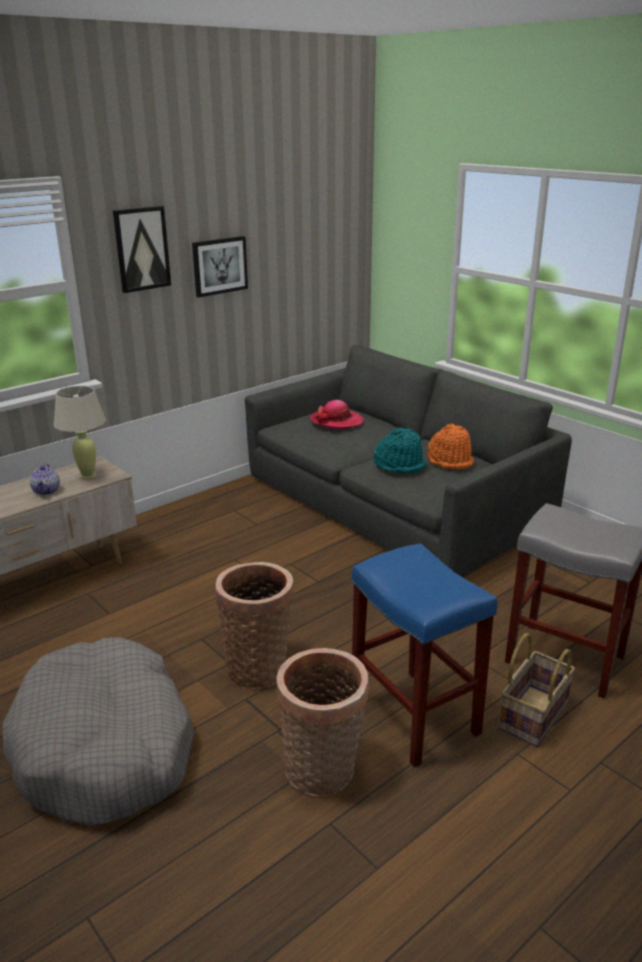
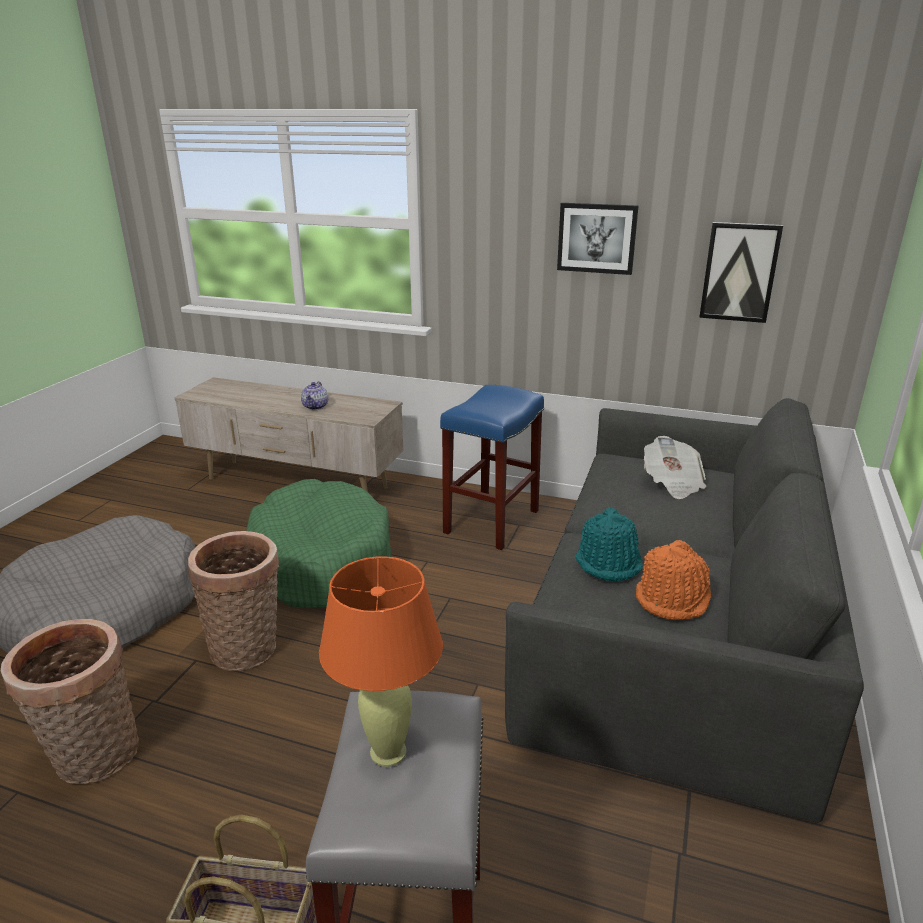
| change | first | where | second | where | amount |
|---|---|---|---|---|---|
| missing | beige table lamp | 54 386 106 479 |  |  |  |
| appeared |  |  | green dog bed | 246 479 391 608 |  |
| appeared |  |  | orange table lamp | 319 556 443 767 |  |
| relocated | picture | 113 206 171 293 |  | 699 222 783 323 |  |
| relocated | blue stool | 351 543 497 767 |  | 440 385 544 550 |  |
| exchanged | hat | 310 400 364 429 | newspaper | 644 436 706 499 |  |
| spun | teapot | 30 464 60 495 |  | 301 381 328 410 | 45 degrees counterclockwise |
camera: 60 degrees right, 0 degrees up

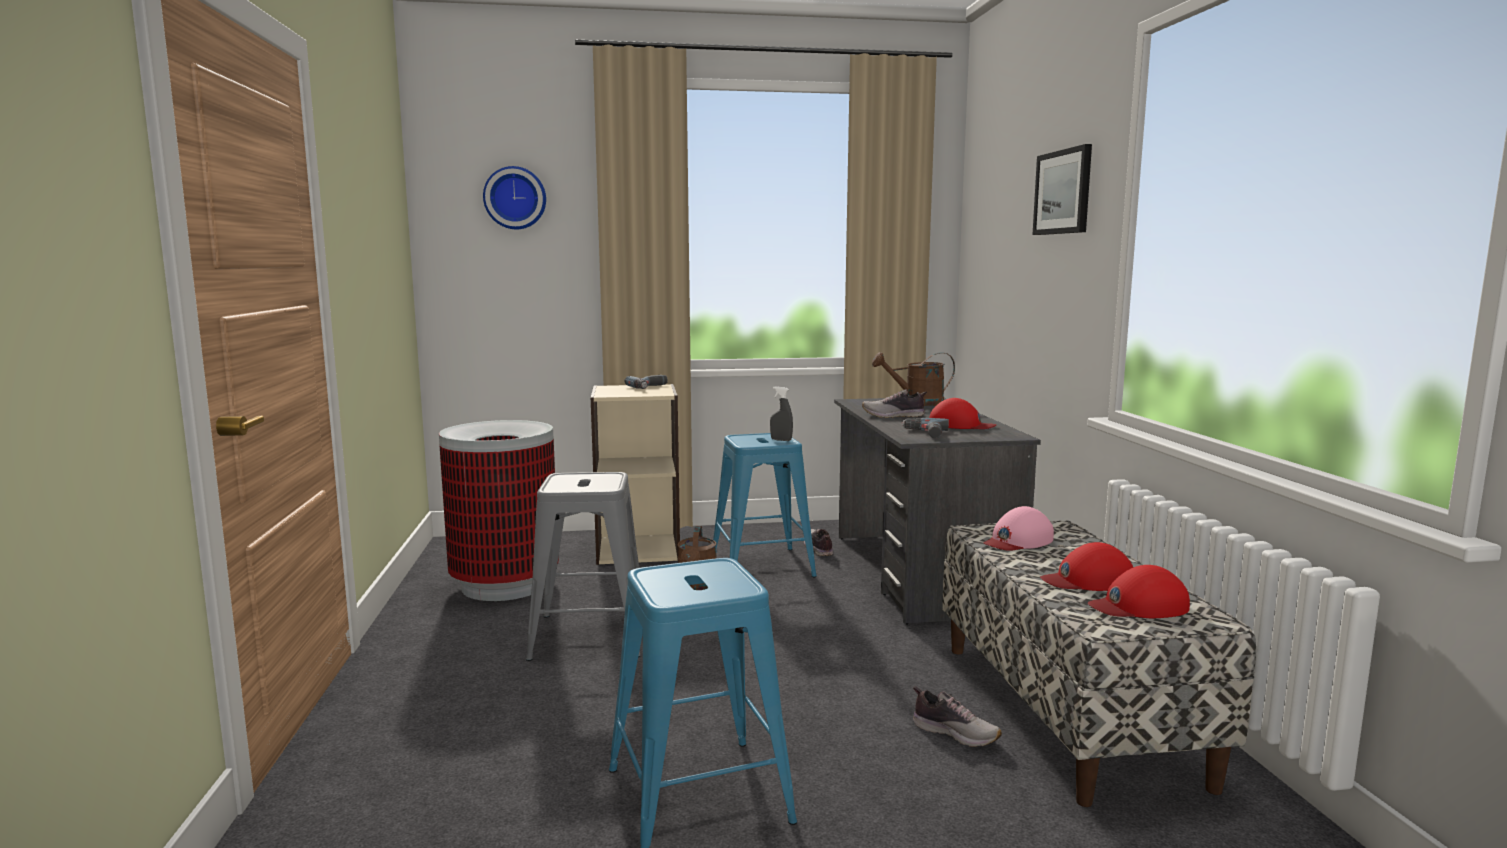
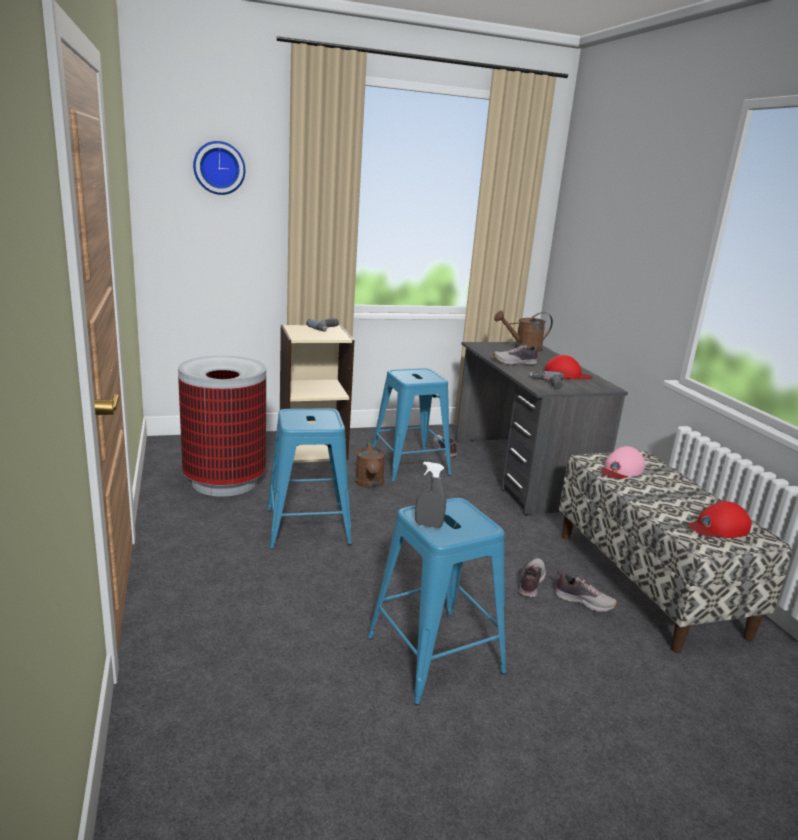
| change | first | where | second | where | amount |
|---|---|---|---|---|---|
| missing | picture | 1032 144 1092 235 |  |  |  |
| missing | red cap | 1040 542 1133 591 |  |  |  |
| appeared |  |  | shoe | 519 558 546 597 |  |
| relocated | grey spray bottle | 770 386 793 441 |  | 415 462 446 528 |  |
| colour | grey stool | 526 472 641 661 | blue stool | 267 409 352 549 |  |
camera: 10 degrees left, 10 degrees up

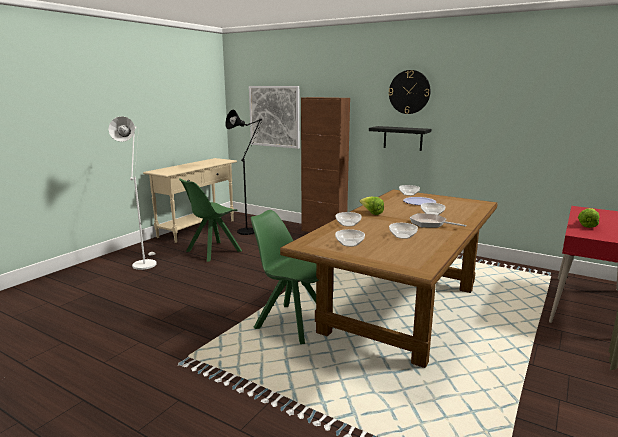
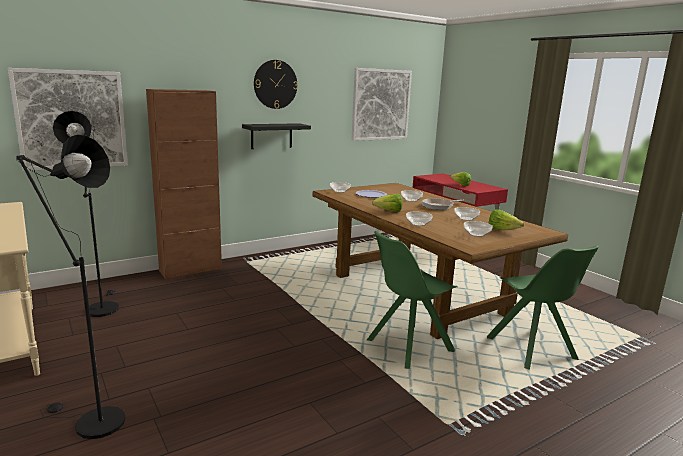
| change | first | where | second | where | amount |
|---|---|---|---|---|---|
| appeared |  |  | picture | 352 68 412 141 |  |
| appeared |  |  | lettuce | 489 209 524 230 |  |
| relocated | green chair | 179 178 242 262 |  | 487 245 599 370 |  |
| colour | white floor lamp | 108 116 157 270 | black floor lamp | 16 135 126 439 |  |
camera: 65 degrees left, 0 degrees up

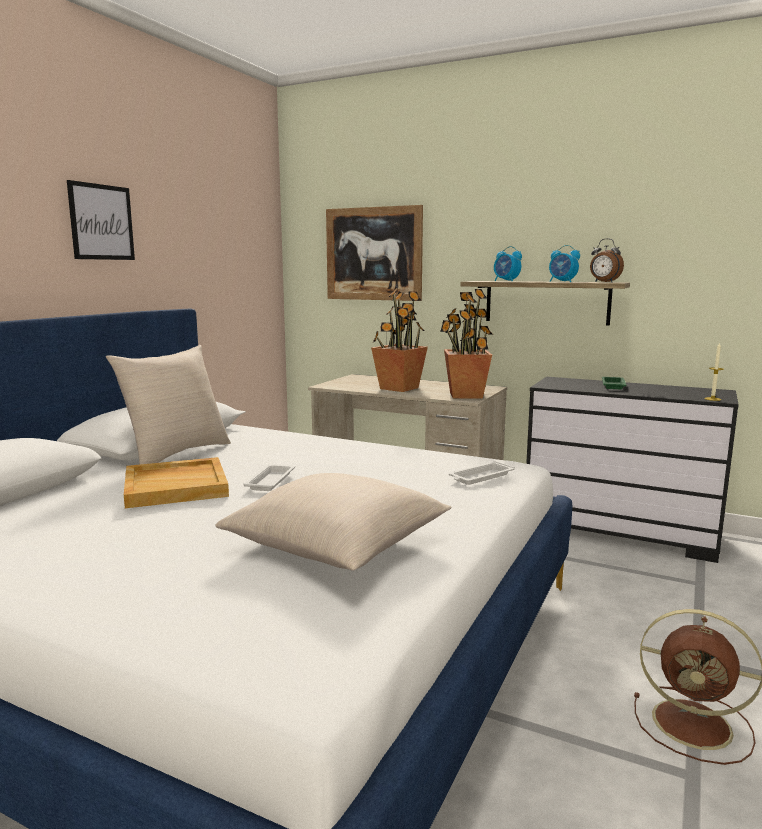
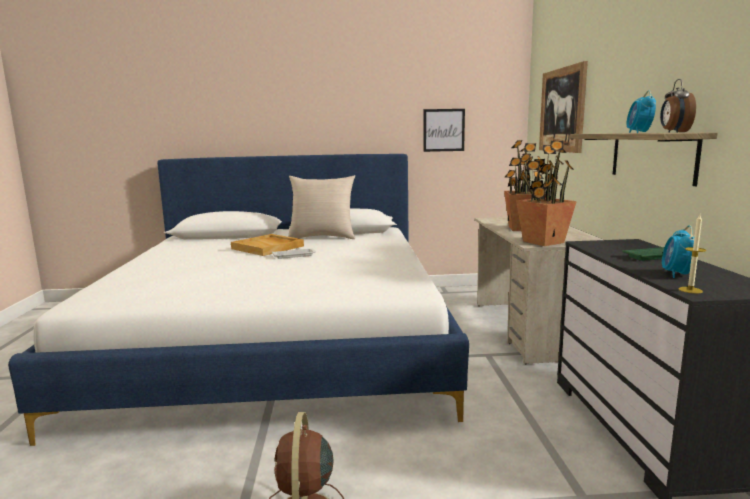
| change | first | where | second | where | amount |
|---|---|---|---|---|---|
| missing | beige pillow | 215 473 451 571 |  |  |  |
| missing | white tray | 449 461 515 485 |  |  |  |
| relocated | picture | 67 180 135 260 |  | 423 109 465 152 |  |
| relocated | alarm clock | 494 246 522 281 |  | 662 225 694 278 |  |
camera: 60 degrees right, 0 degrees up

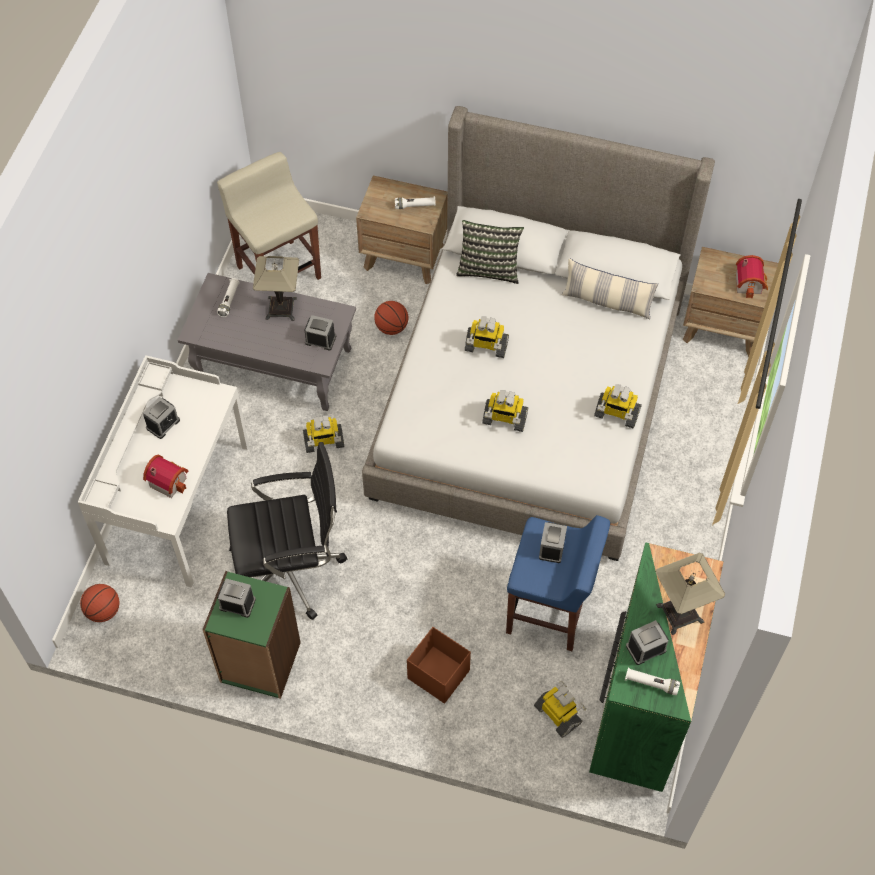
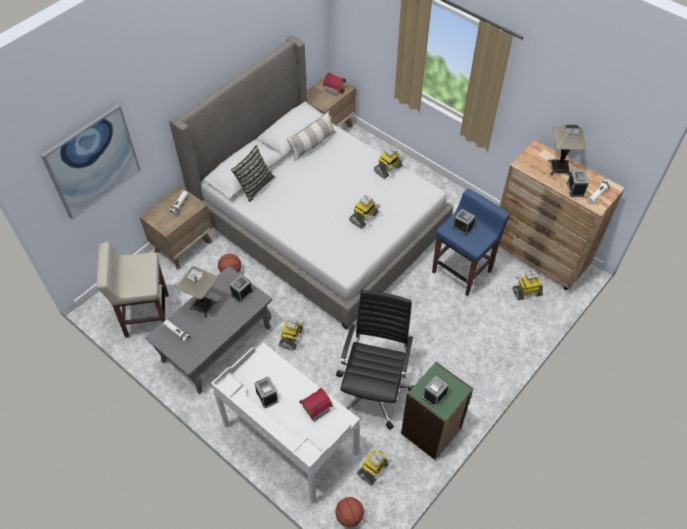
| change | first | where | second | where | amount |
|---|---|---|---|---|---|
| missing | brown storage box | 407 627 471 704 |  |  |  |
| appeared |  |  | picture | 41 104 141 220 |  |
| relocated | toy robot | 465 316 509 358 |  | 357 450 392 485 |  |
| colour | green dresser | 589 542 724 792 | brown dresser | 499 140 625 290 |  |
camera: 65 degrees left, 5 degrees down

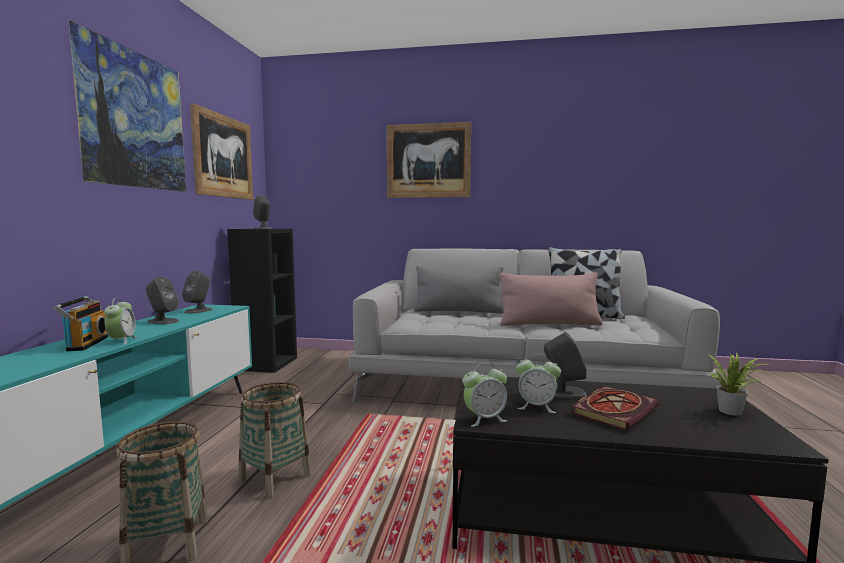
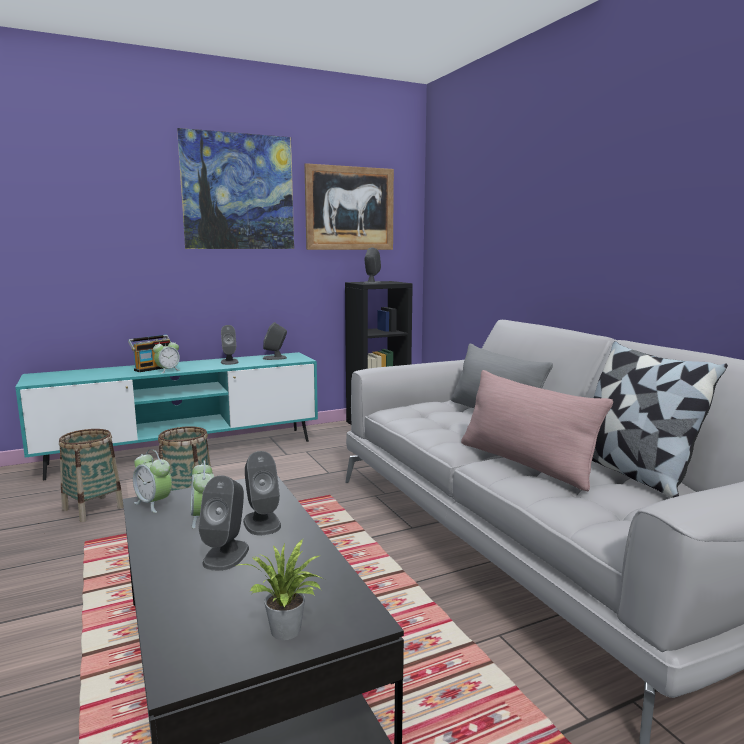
| change | first | where | second | where | amount |
|---|---|---|---|---|---|
| missing | picture | 387 122 471 198 |  |  |  |
| exchanged | book | 571 386 659 431 | grey speaker | 198 475 249 571 |  |
camera: 55 degrees right, 5 degrees up

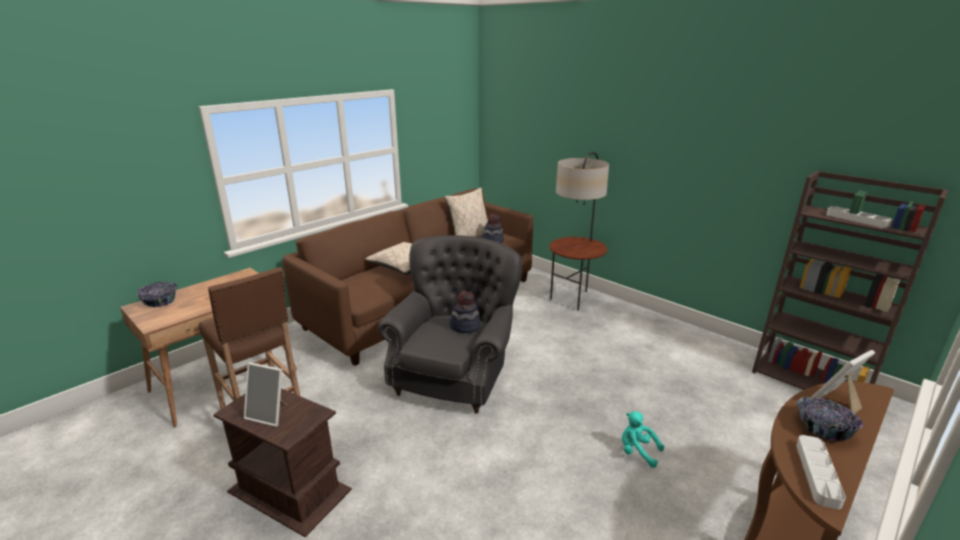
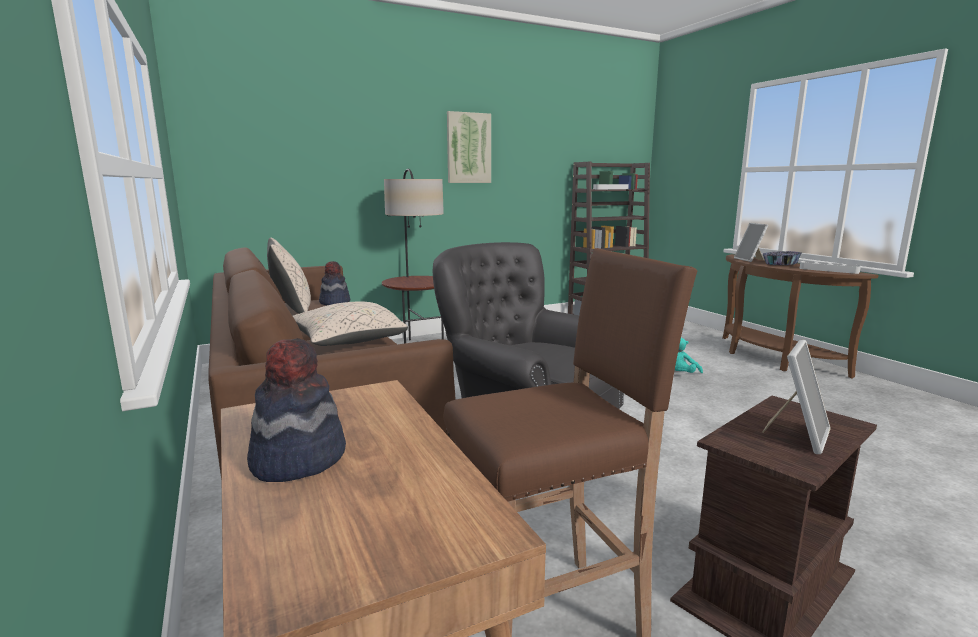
| change | first | where | second | where | amount |
|---|---|---|---|---|---|
| missing | bowl | 137 281 177 307 |  |  |  |
| appeared |  |  | picture | 447 111 491 183 |  |
| relocated | hat | 449 291 481 333 |  | 247 338 346 482 |  |
camera: 70 degrees left, 10 degrees down

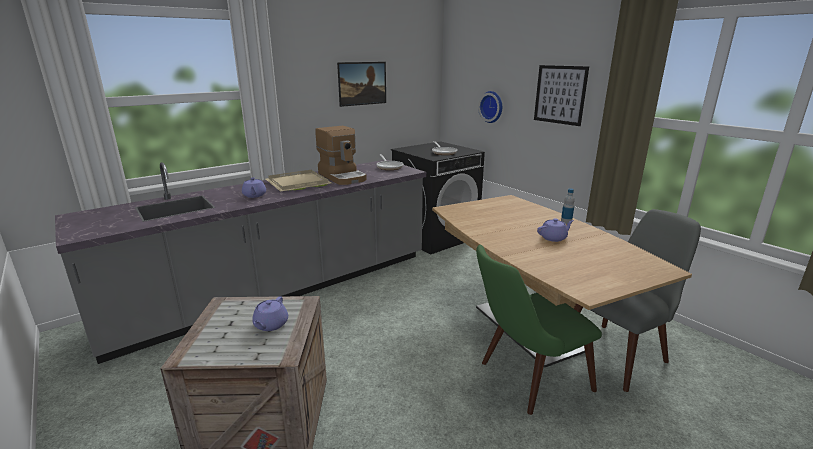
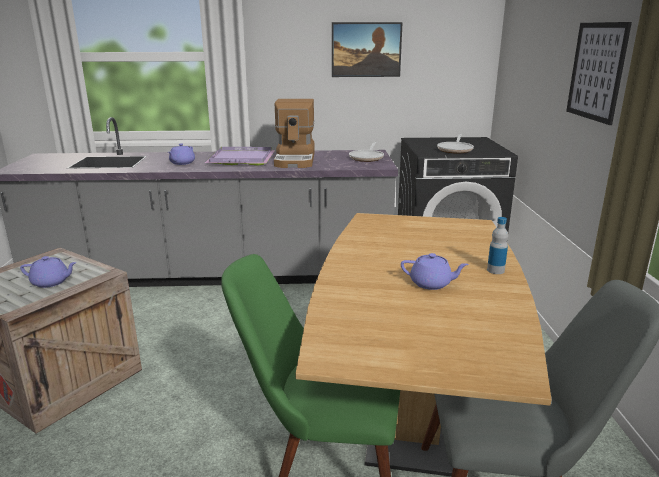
| change | first | where | second | where | amount |
|---|---|---|---|---|---|
| missing | wall clock | 478 91 502 123 |  |  |  |
| colour | beige tray | 266 170 331 192 | purple tray | 205 147 275 165 |  |
| spun | purple teapot | 252 296 288 331 |  | 20 256 77 288 | 135 degrees counterclockwise |
camera: 35 degrees right, 0 degrees up

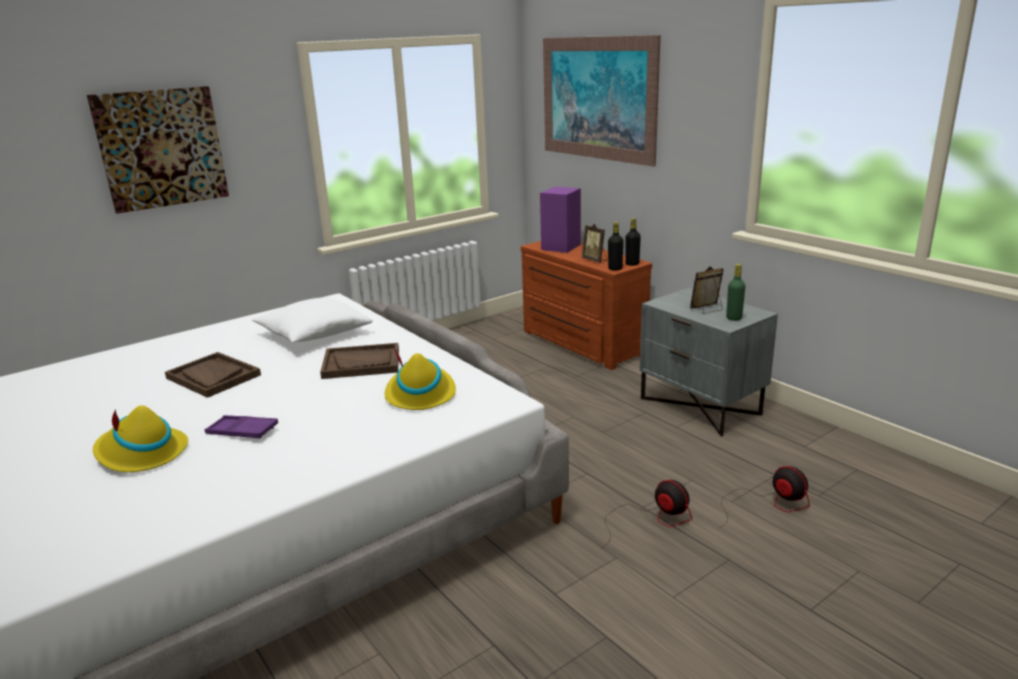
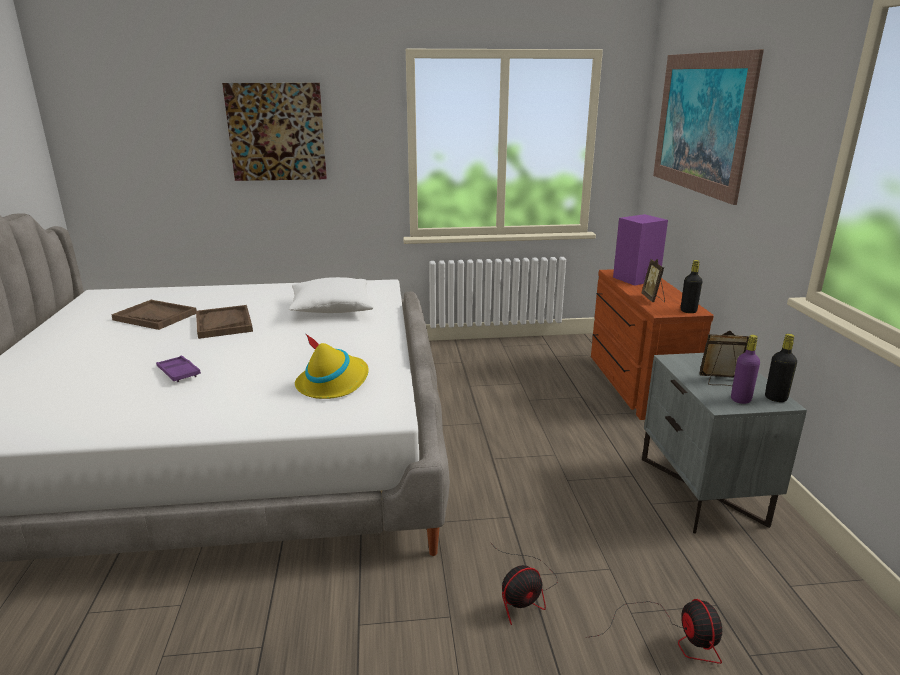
| change | first | where | second | where | amount |
|---|---|---|---|---|---|
| missing | yellow hat | 93 405 188 472 |  |  |  |
| relocated | brown tray | 320 343 399 379 |  | 111 300 197 330 |  |
| relocated | black bottle | 608 222 624 270 |  | 765 334 797 402 |  |
| colour | green bottle | 726 264 745 321 | purple bottle | 731 335 760 404 |  |
| spun | fan | 601 480 692 549 |  | 490 542 558 625 | 75 degrees clockwise |
camera: 30 degrees right, 0 degrees up

